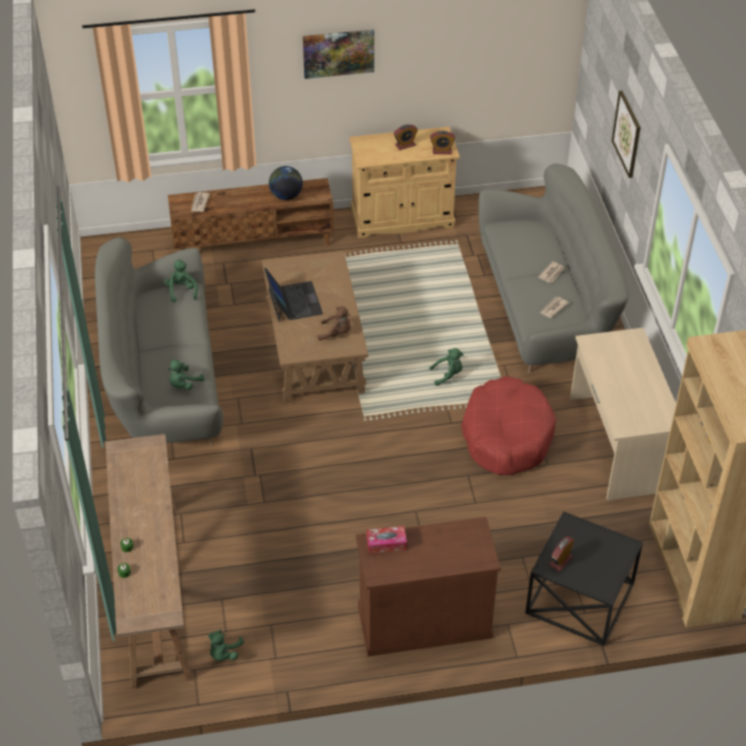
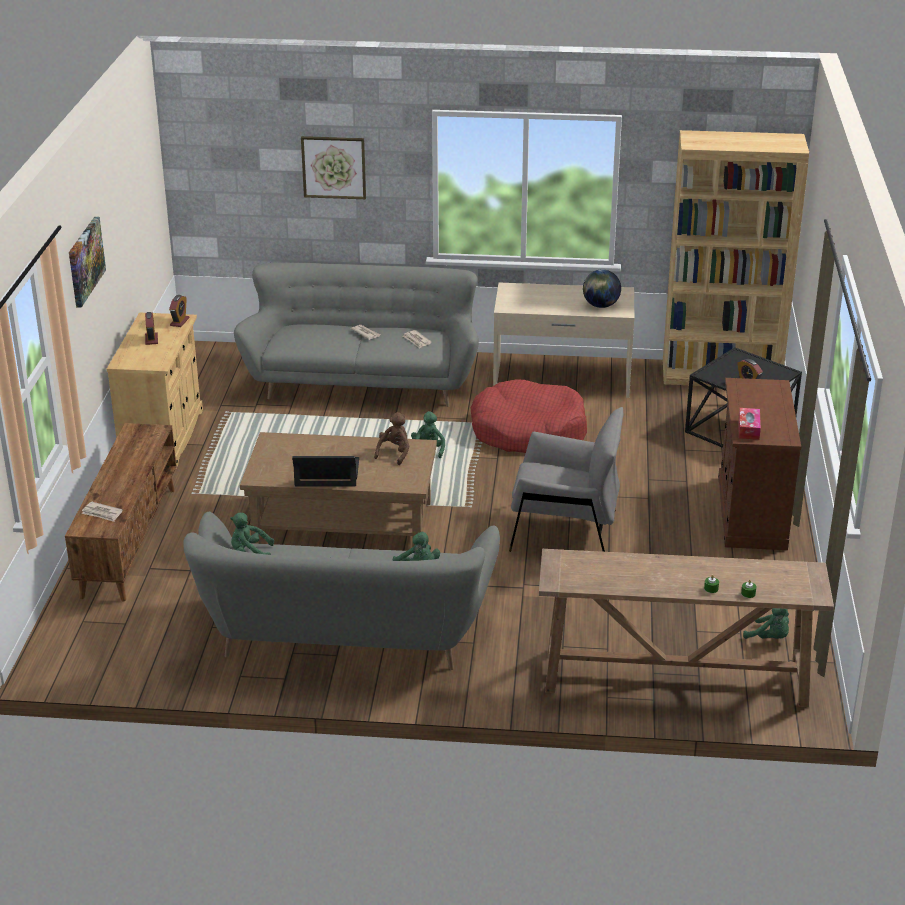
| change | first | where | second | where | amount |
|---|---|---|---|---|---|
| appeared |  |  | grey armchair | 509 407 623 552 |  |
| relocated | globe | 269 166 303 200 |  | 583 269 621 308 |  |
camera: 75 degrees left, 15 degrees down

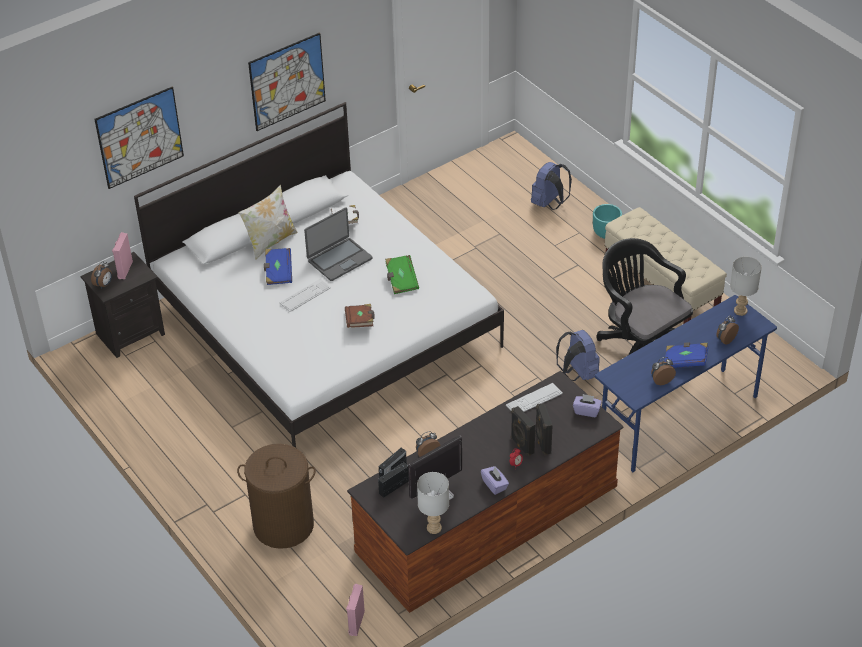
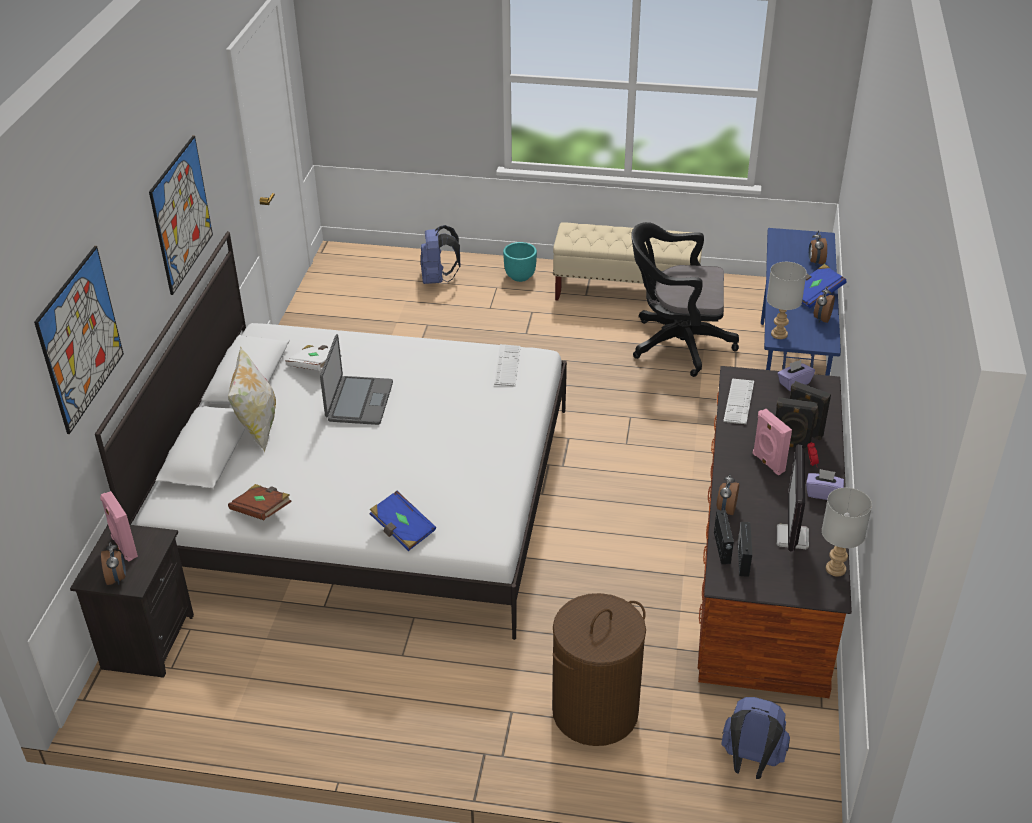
| change | first | where | second | where | amount |
|---|---|---|---|---|---|
| missing | green book | 385 255 419 294 |  |  |  |
| relocated | blue book | 264 248 292 285 |  | 369 491 436 551 |  |
| relocated | keyboard | 280 279 331 312 |  | 494 344 520 387 |  |
| relocated | brown book | 345 304 375 328 |  | 228 484 292 520 |  |
| relocated | pink speaker | 346 584 365 636 |  | 753 409 792 475 |  |
| relocated | blue backpack | 556 330 600 381 |  | 721 697 790 779 |  |
| relocated | grey table lamp | 730 257 762 316 |  | 767 262 807 339 |  |
camera: 45 degrees left, 5 degrees down

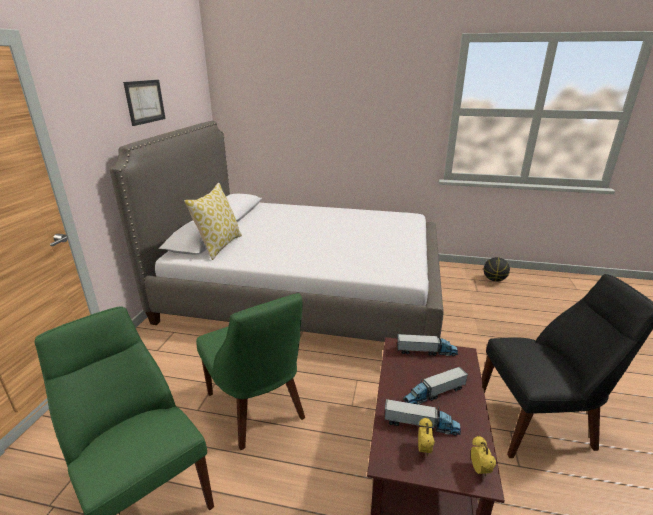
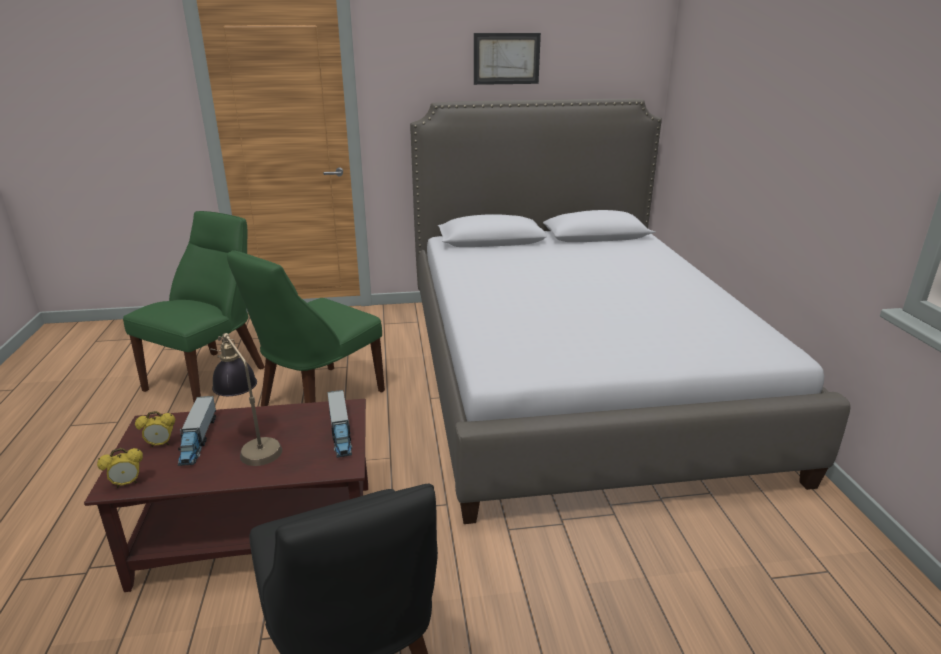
| change | first | where | second | where | amount |
|---|---|---|---|---|---|
| missing | pillow | 184 183 242 260 |  |  |  |
| missing | basketball | 484 257 510 282 |  |  |  |
| exchanged | toy truck | 403 367 468 405 | table lamp | 210 333 282 466 |  |
camera: 70 degrees right, 0 degrees up

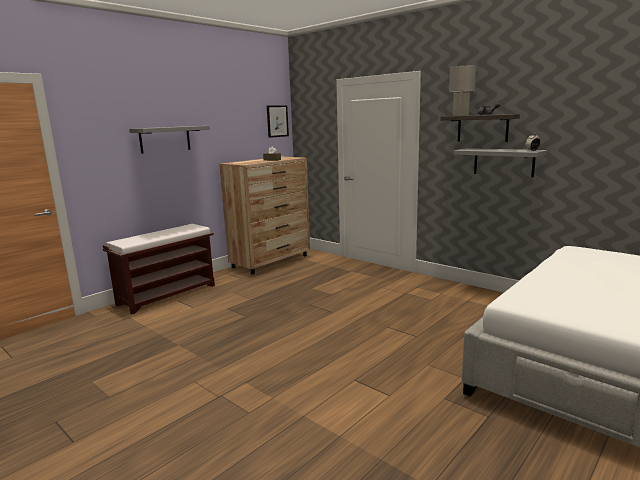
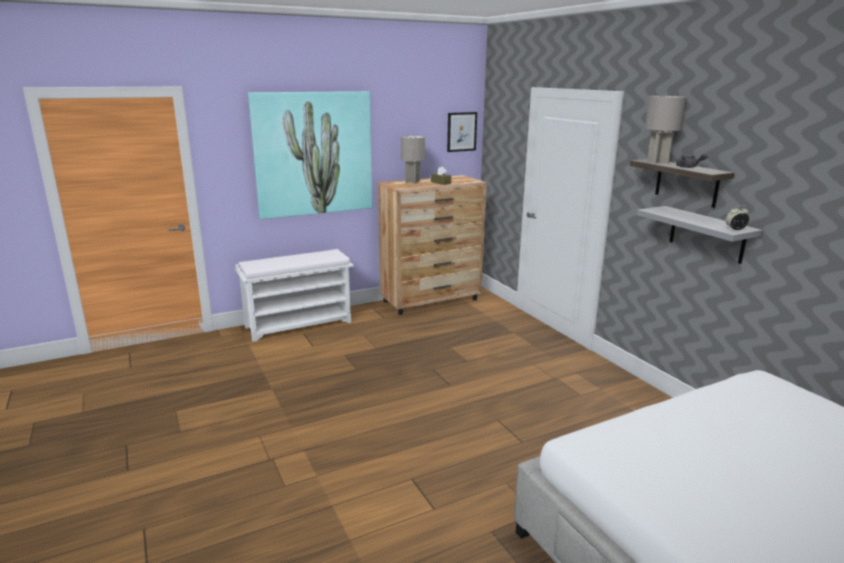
| change | first | where | second | where | amount |
|---|---|---|---|---|---|
| appeared |  |  | grey table lamp | 401 136 425 183 |  |
| exchanged | grey shelf | 129 126 210 154 | picture | 248 91 373 219 |  |
| colour | brown bench | 103 224 215 314 | white bench | 235 249 353 342 |  |
camera: 20 degrees right, 5 degrees up

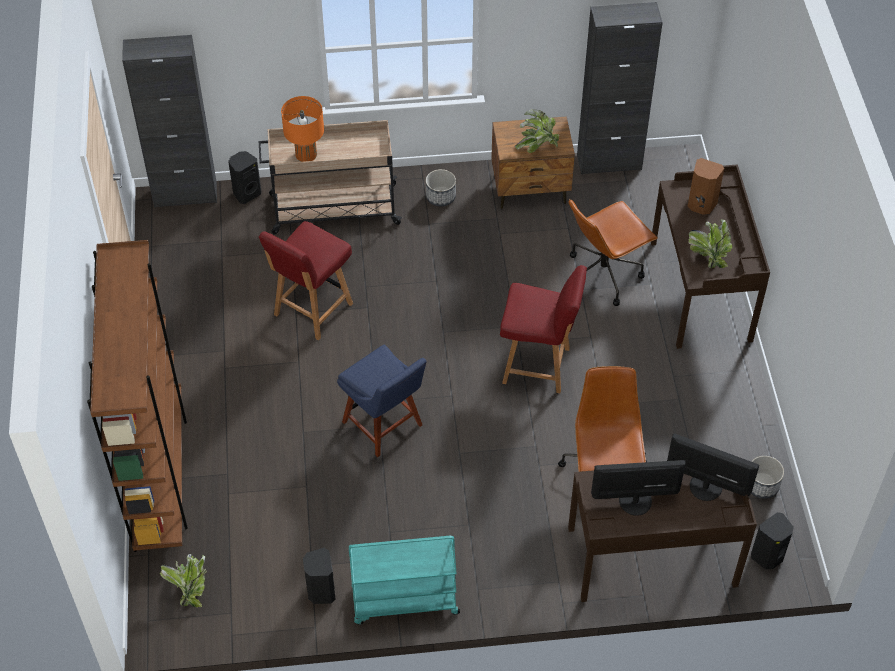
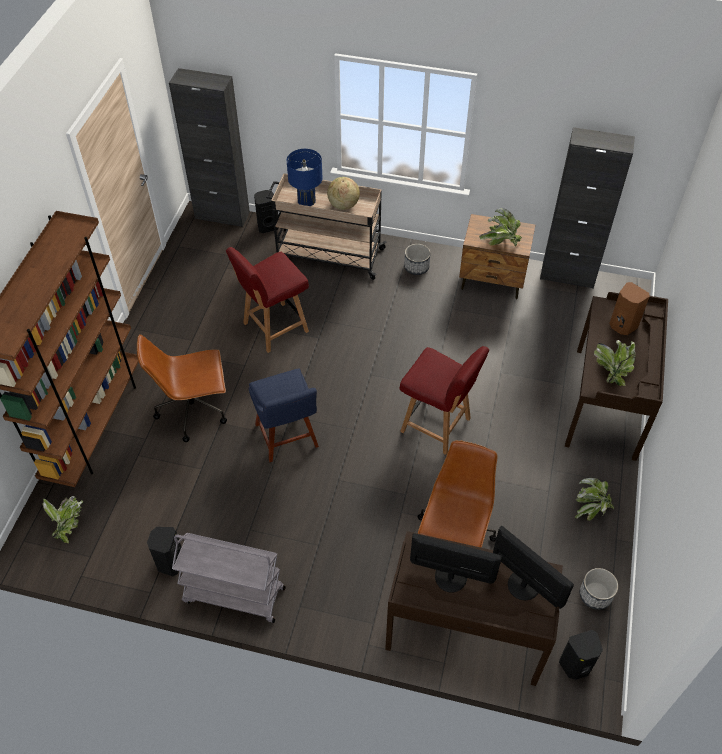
| change | first | where | second | where | amount |
|---|---|---|---|---|---|
| appeared |  |  | globe | 327 177 360 210 |  |
| appeared |  |  | potted plant | 575 478 614 521 |  |
| relocated | brown office chair | 569 199 658 306 |  | 137 334 227 442 |  |
| colour | orange table lamp | 281 96 324 162 | blue table lamp | 287 149 323 206 |  |
| colour | turquoise cart | 349 535 460 624 | grey cart | 172 533 286 623 |  |
camera: 20 degrees right, 0 degrees up

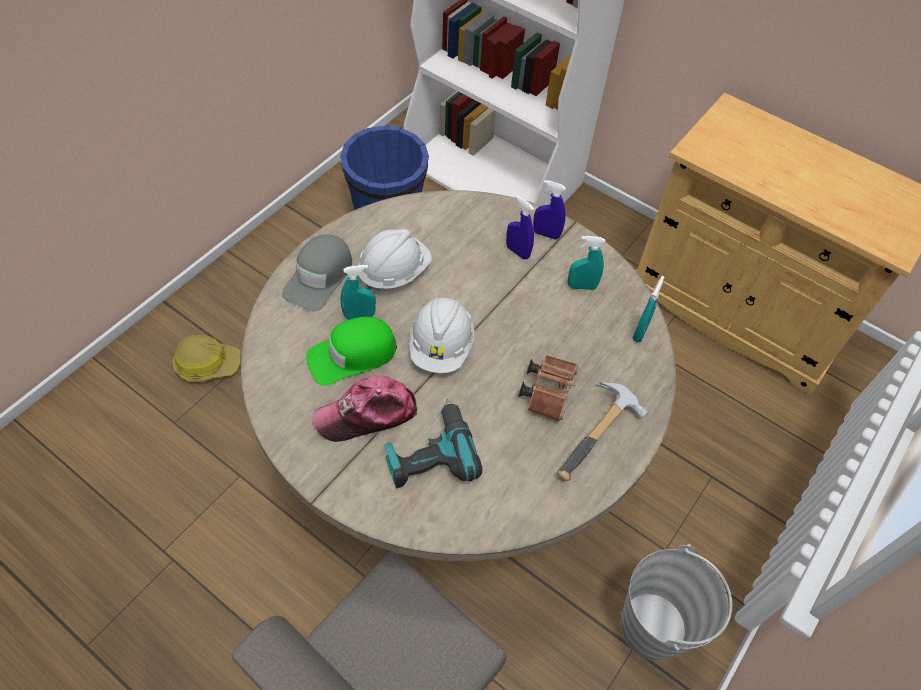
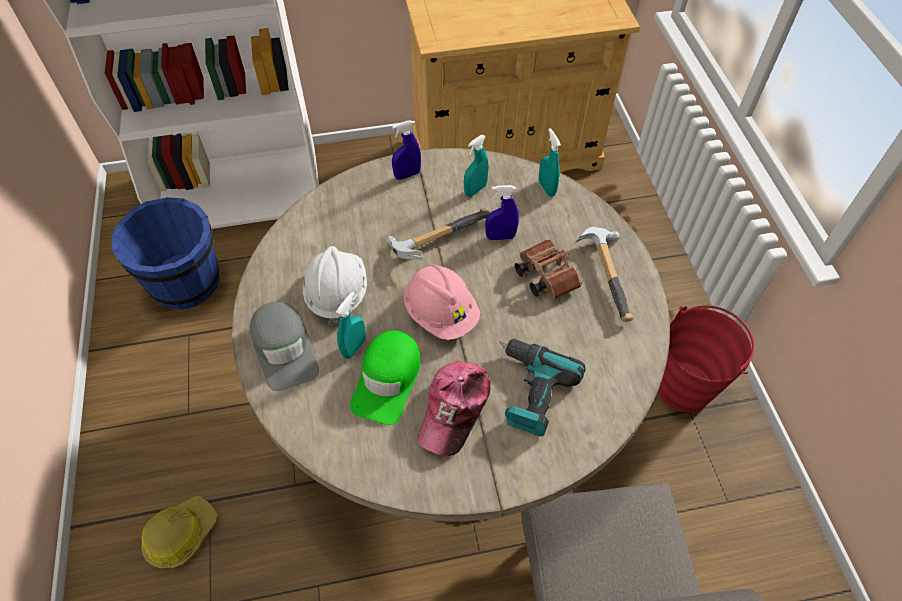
| change | first | where | second | where | amount |
|---|---|---|---|---|---|
| appeared |  |  | hammer | 386 208 490 260 |  |
| relocated | blue spray bottle | 506 195 534 259 |  | 485 185 519 240 |  |
| colour | white hard hat | 409 297 474 373 | pink hard hat | 404 265 480 340 |  |
| colour | grey bucket | 620 544 732 660 | red bucket | 658 305 755 412 |  |
camera: 45 degrees left, 0 degrees up

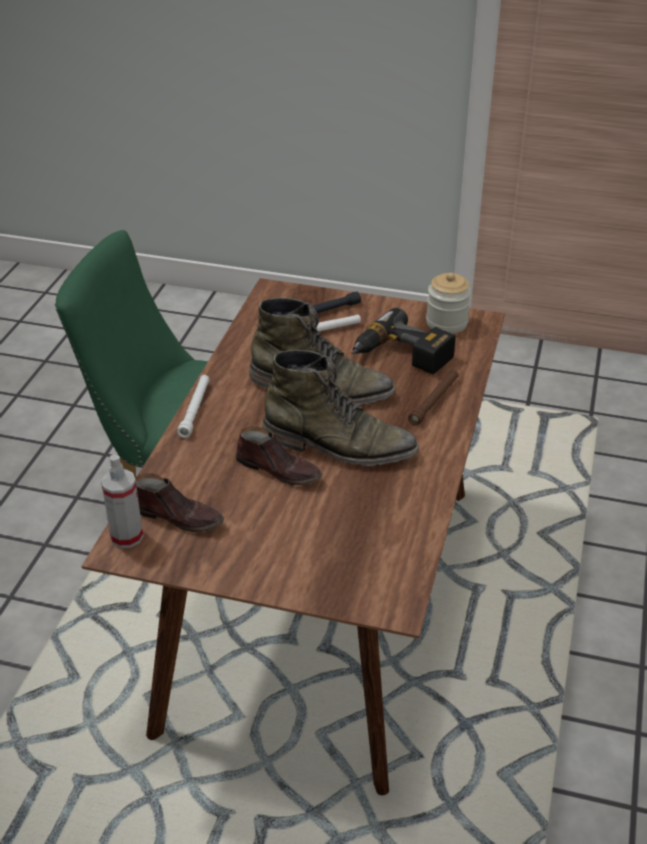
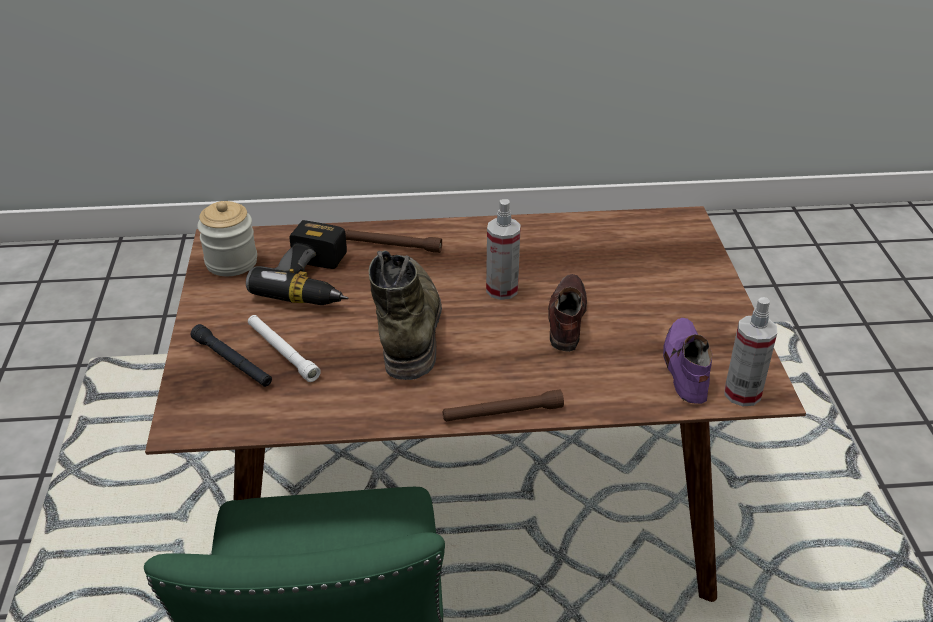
| change | first | where | second | where | amount |
|---|---|---|---|---|---|
| exchanged | green boot | 262 350 419 466 | spray bottle | 486 199 521 300 |  |
| colour | brown shoe | 135 473 224 532 | purple shoe | 663 318 712 404 |  |
| colour | white flashlight | 177 375 209 438 | brown flashlight | 443 390 564 422 |  |
camera: 110 degrees left, 0 degrees up

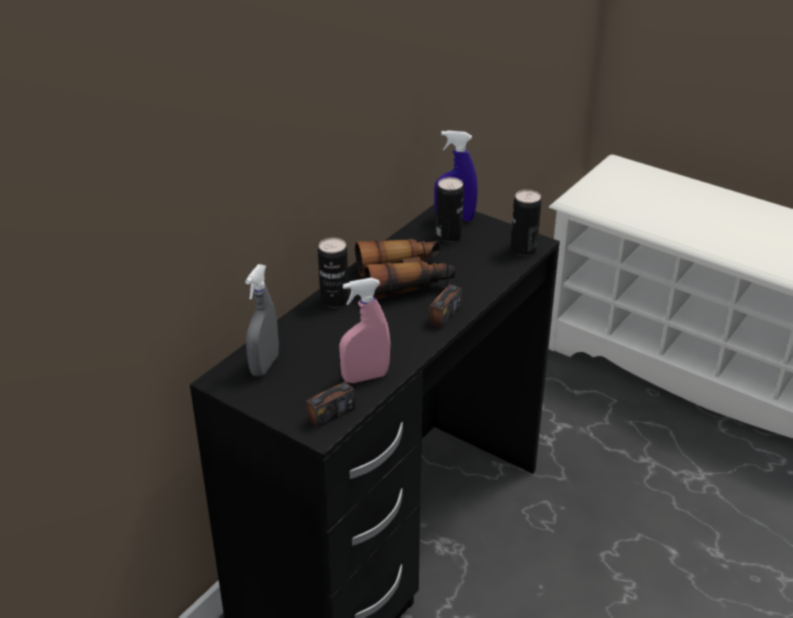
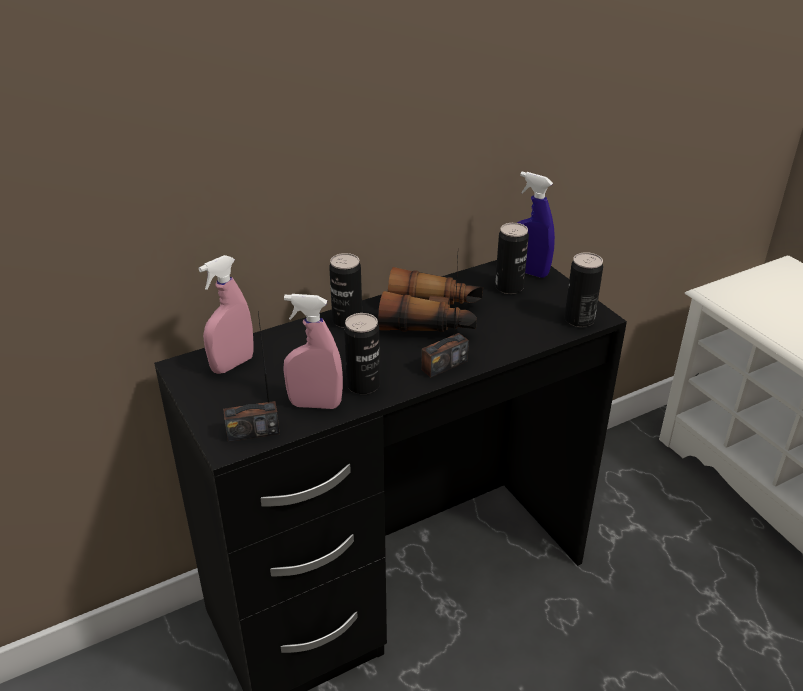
| change | first | where | second | where | amount |
|---|---|---|---|---|---|
| appeared |  |  | can | 344 313 380 394 |  |
| colour | grey spray bottle | 245 264 279 377 | pink spray bottle | 198 255 254 374 |  |
camera: 25 degrees right, 0 degrees up

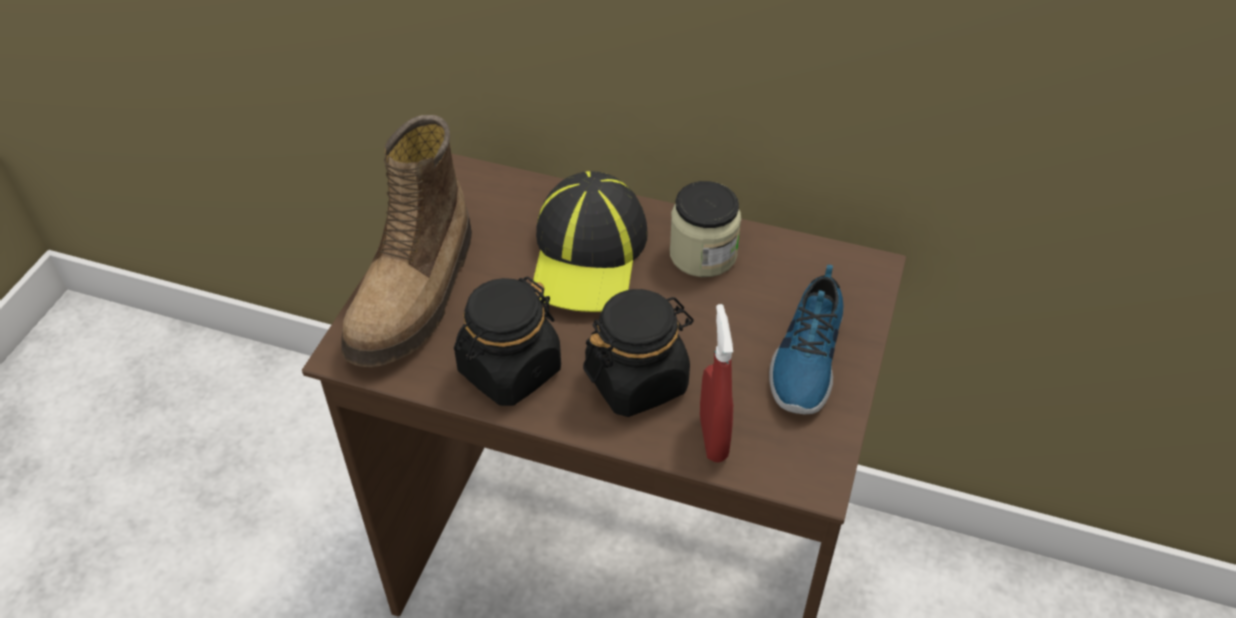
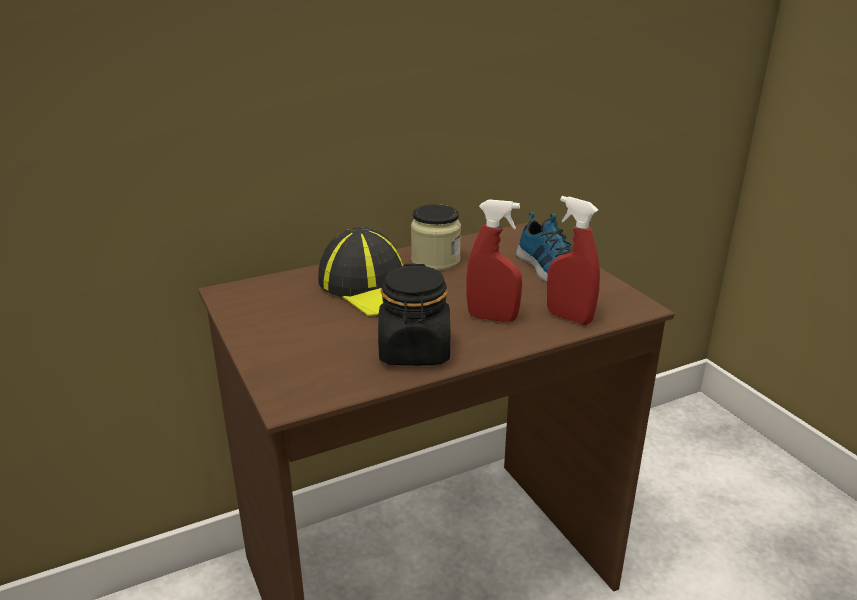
| change | first | where | second | where | amount |
|---|---|---|---|---|---|
| missing | boot | 342 115 472 367 |  |  |  |
| exchanged | black jar | 583 289 694 417 | red spray bottle | 466 199 522 322 |  |
camera: 45 degrees left, 20 degrees down

